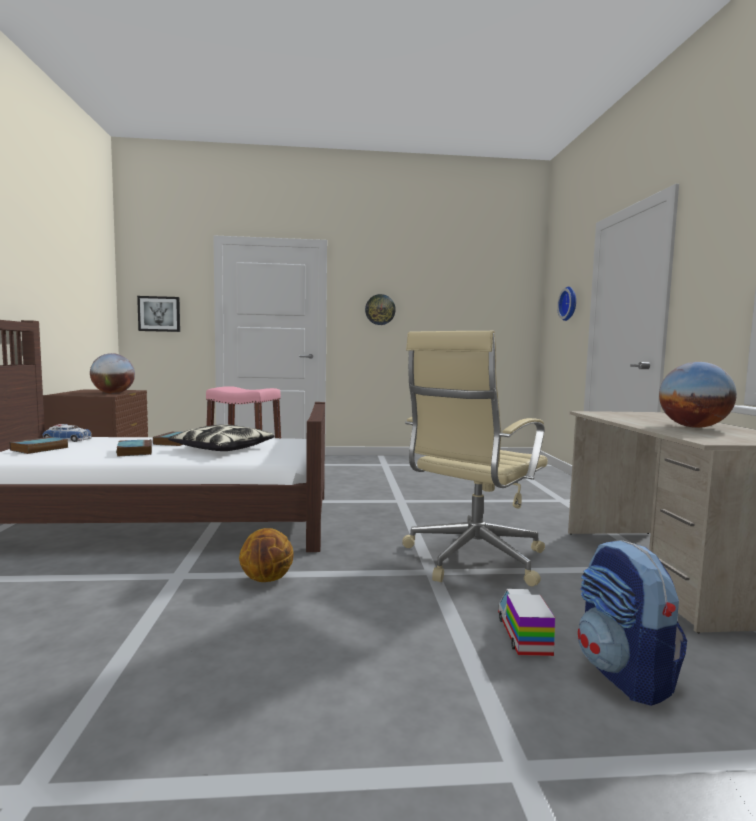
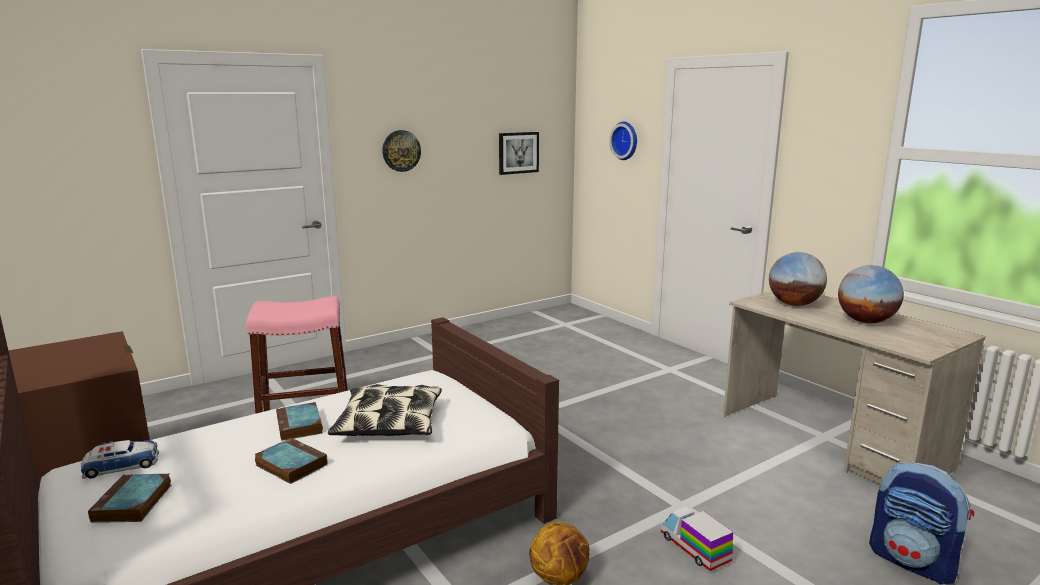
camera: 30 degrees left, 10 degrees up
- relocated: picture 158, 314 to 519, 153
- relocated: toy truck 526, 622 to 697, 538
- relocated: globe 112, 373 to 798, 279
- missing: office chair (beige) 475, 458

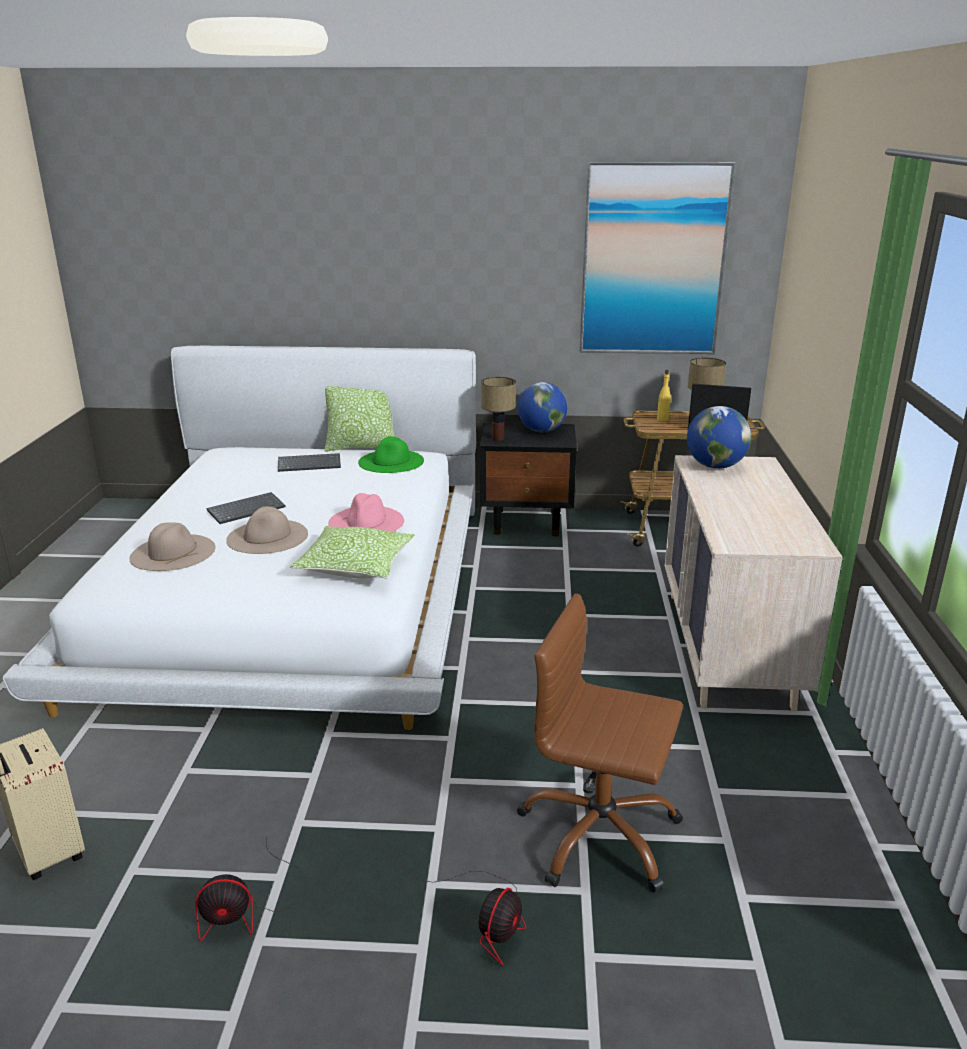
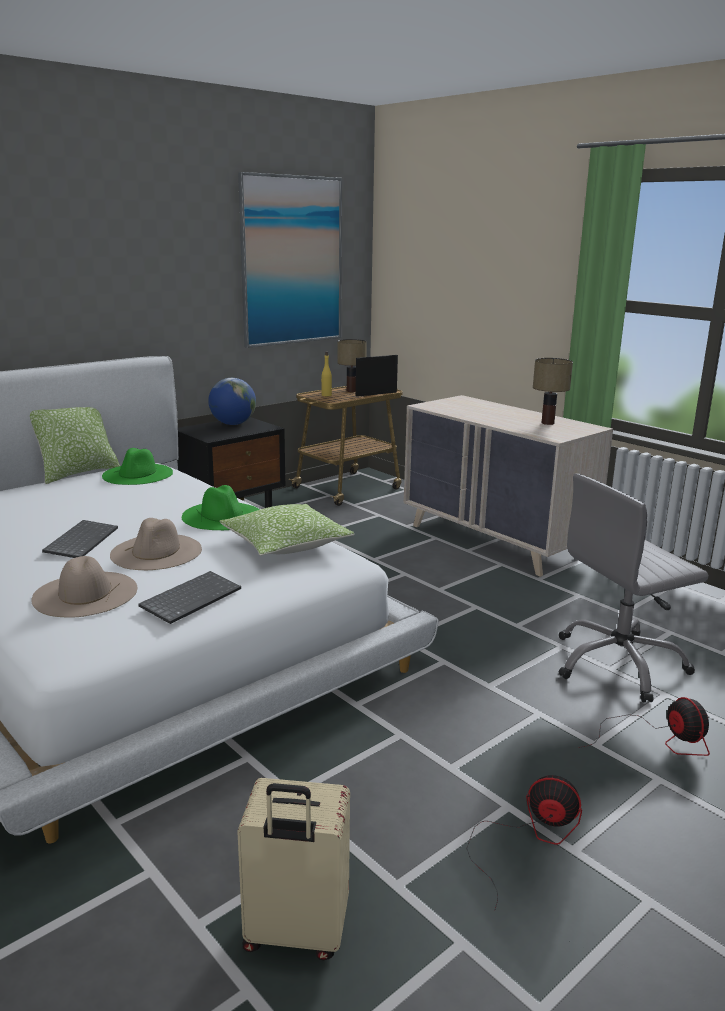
camera: 45 degrees left, 5 degrees down
- relocated: keyboard 309, 462 to 189, 597
- colour: hat (pink) 366, 512 to hat (green) 221, 507
- spun: fan 249, 889 = 524, 843 105 degrees counterclockwise
- relocated: table lamp 498, 409 to 553, 391
- colour: office chair (brown) 600, 742 to office chair (grey) 633, 587
- missing: globe 719, 437

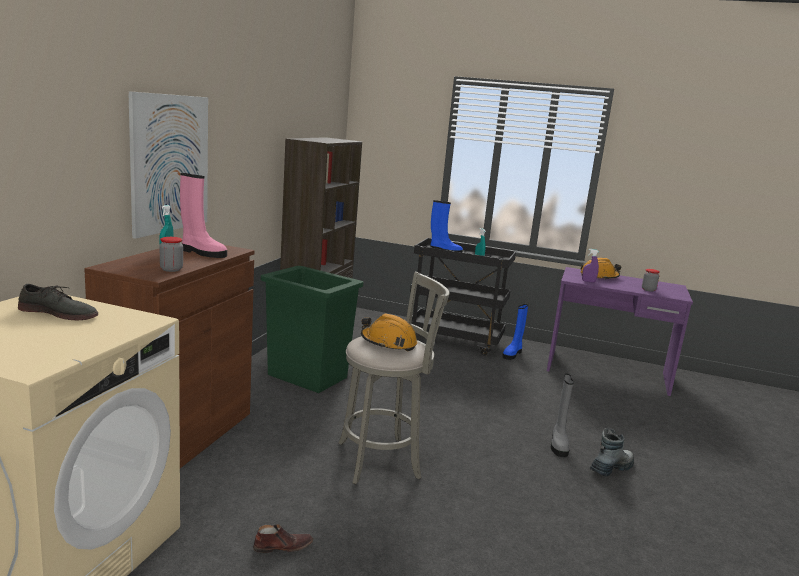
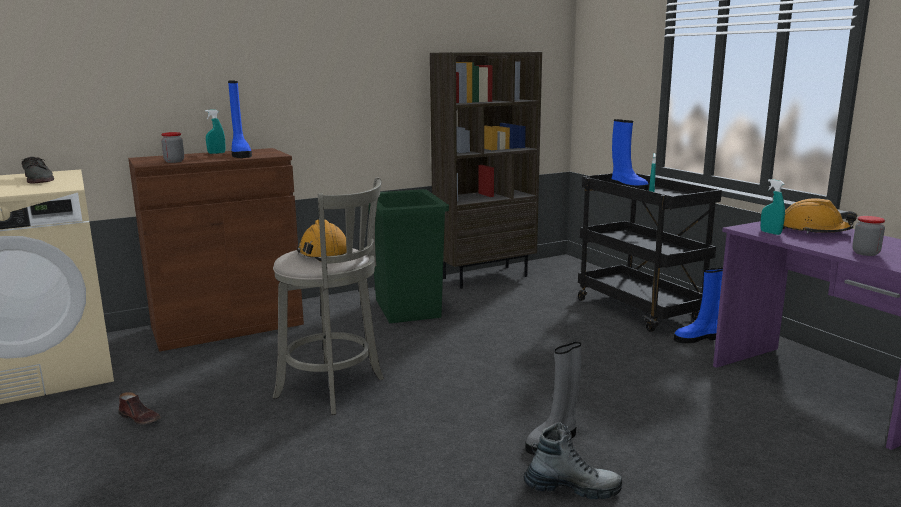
camera: 45 degrees right, 0 degrees up
- colour: boot (pink) 203, 215 to boot (blue) 240, 119
- colour: spray bottle (purple) 590, 266 to spray bottle (turquoise) 773, 207
- missing: picture 168, 165

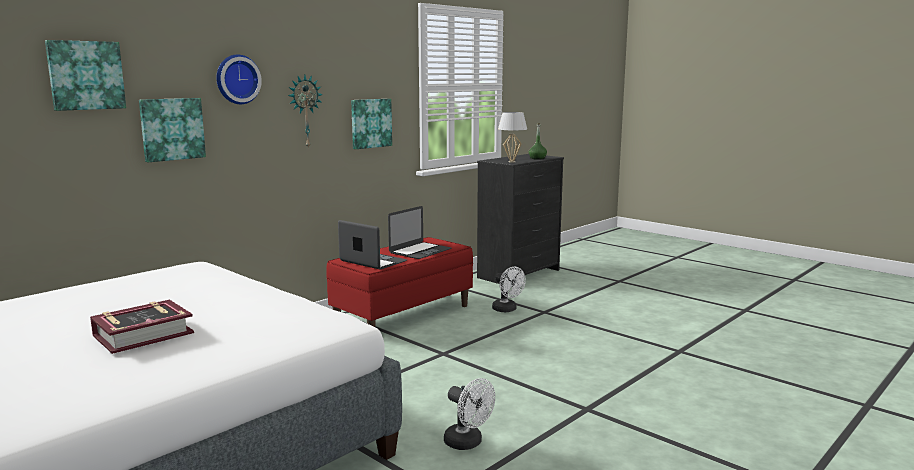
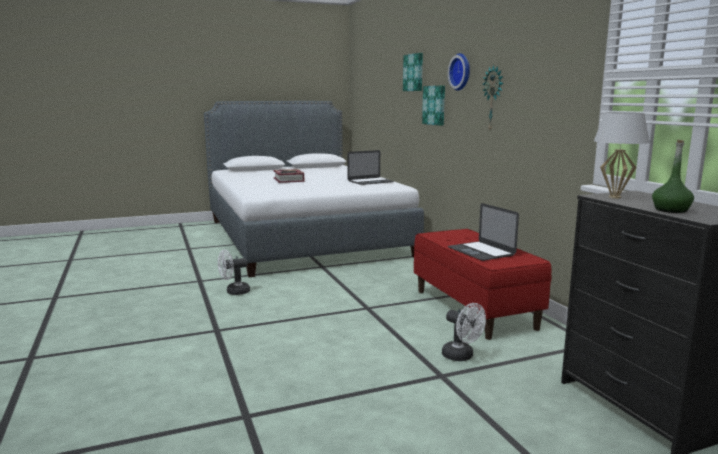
camera: 115 degrees right, 0 degrees up
- relocated: laptop 372, 244 to 370, 167
- spun: fan (white) 509, 289 = 464, 332 120 degrees counterclockwise
- missing: picture 371, 124

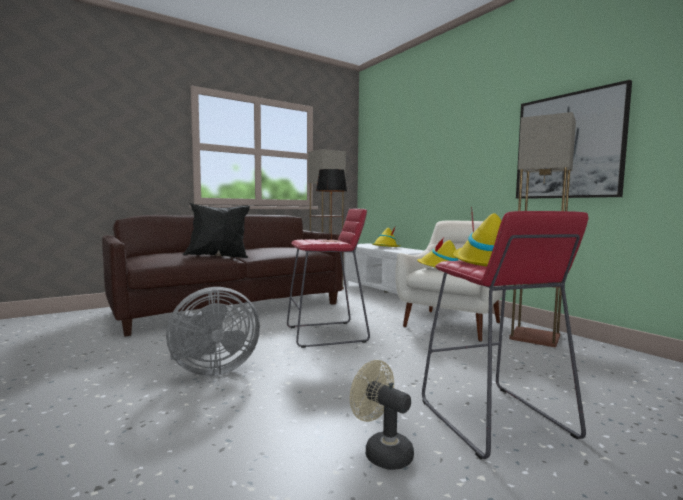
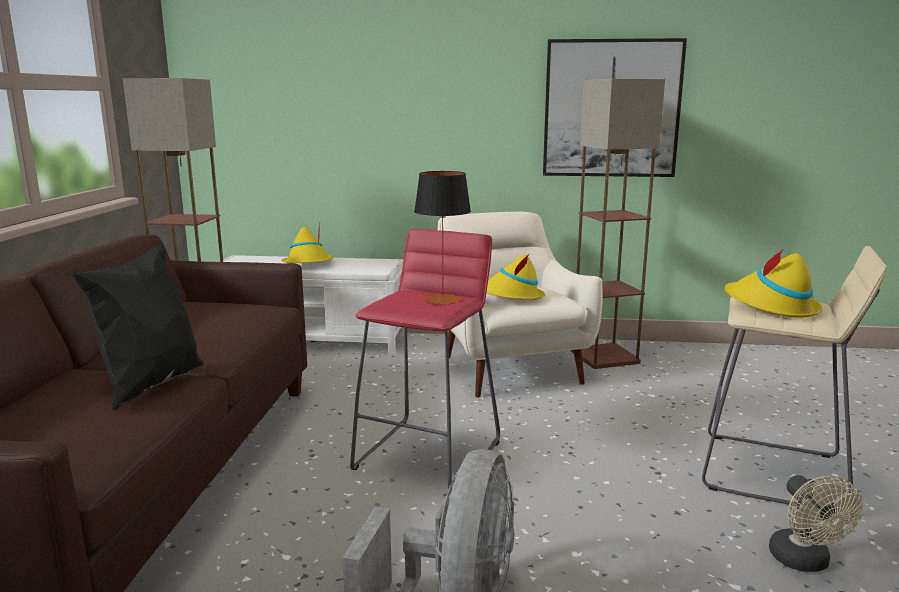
camera: 50 degrees left, 10 degrees up
- colour: stool (red) 505, 335 to stool (beige) 794, 376
- spun: fan (beige) 382, 415 = 816, 523 90 degrees counterclockwise

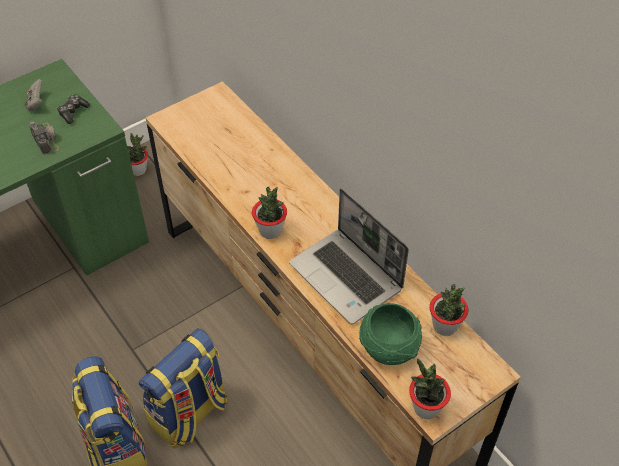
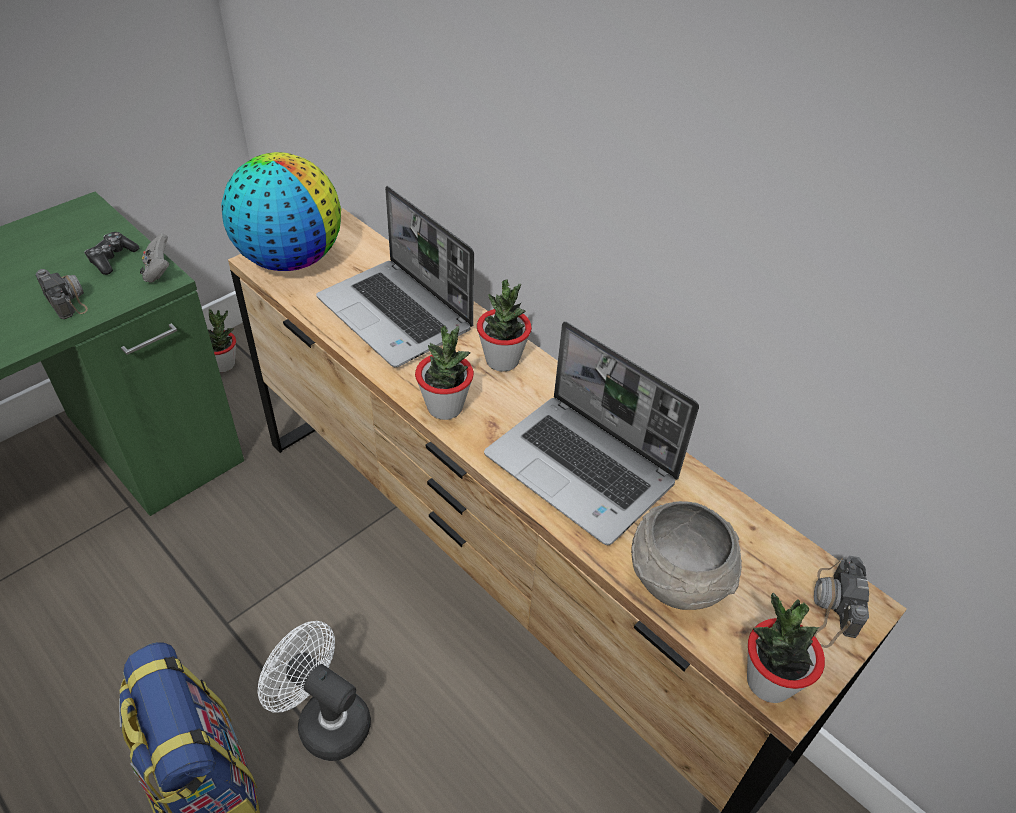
camera: 10 degrees left, 5 degrees down
- relocated: game controller (grey) 34, 95 to 154, 258
- appeared: globe 281, 211
- exchanged: backpack 182, 388 to fan (white) 314, 691
- appeared: laptop 395, 276
- relocated: potted plant 449, 310 to 504, 325
- colour: bowl (green) 390, 334 to bowl (grey) 686, 555
- appeared: photo camera 841, 602

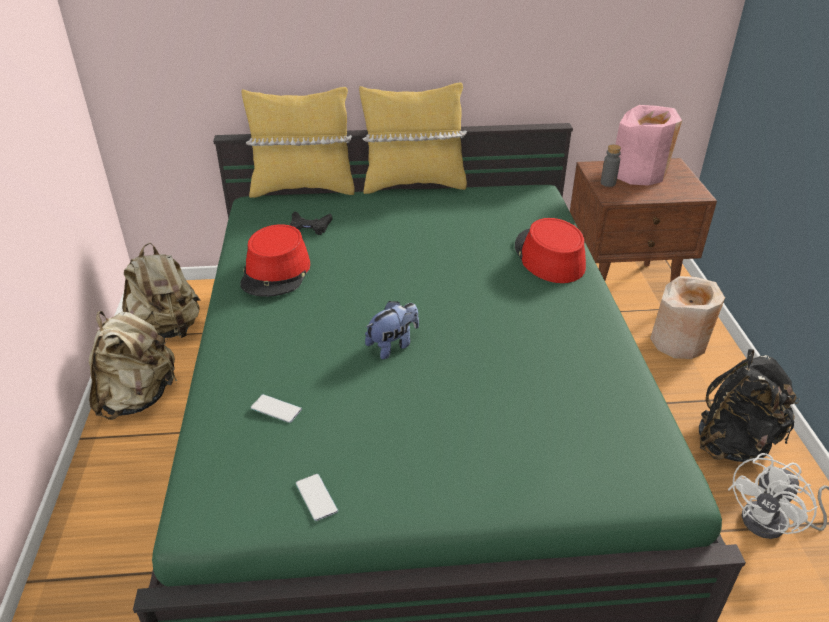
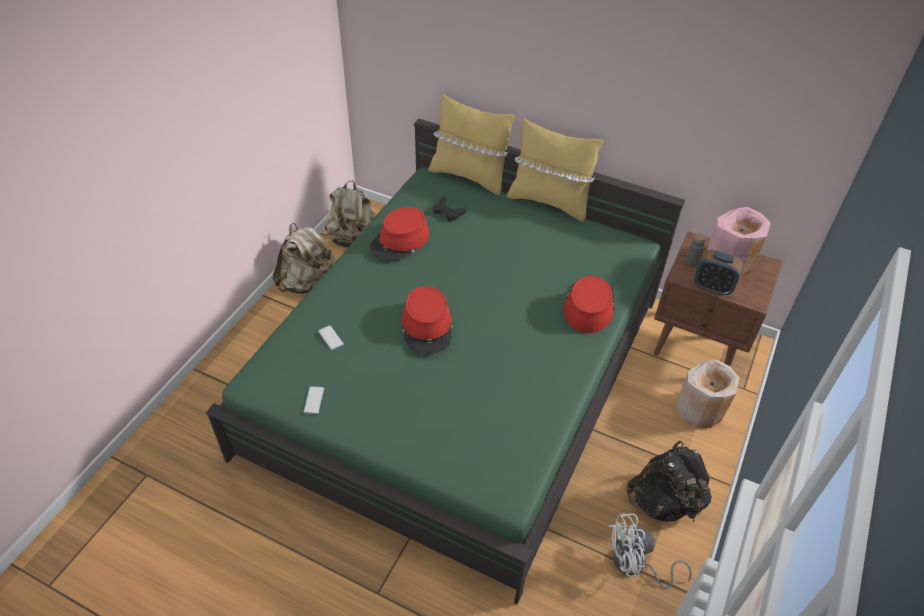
camera: 30 degrees right, 10 degrees up
- exchanged: plush toy 392, 330 to hat (red) 426, 320
- appeared: alarm clock 718, 273

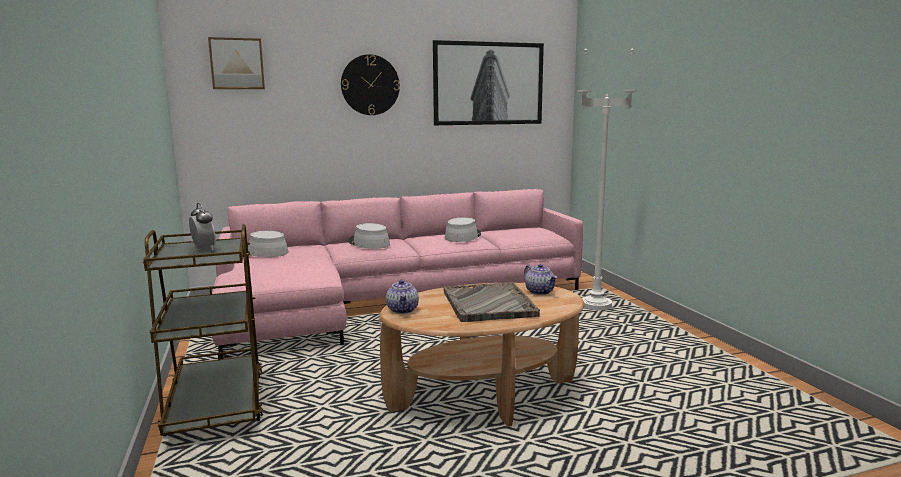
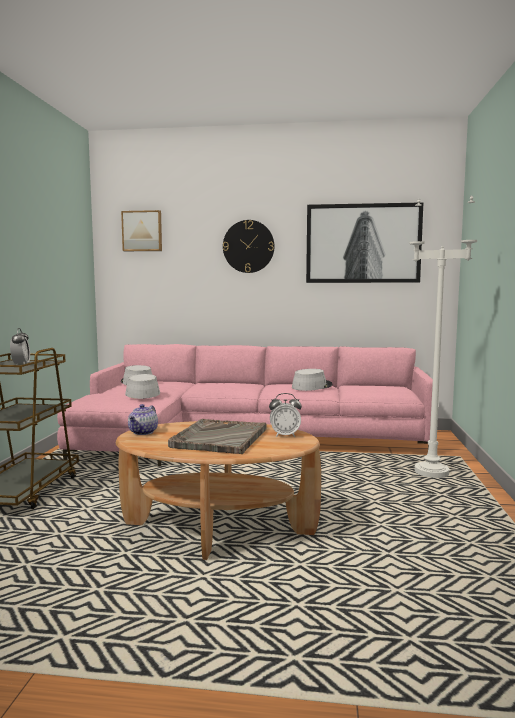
camera: 25 degrees right, 5 degrees down
- relocated: hat (grey) 369, 236 to 142, 386
- exchanged: teapot 540, 279 to alarm clock 285, 415

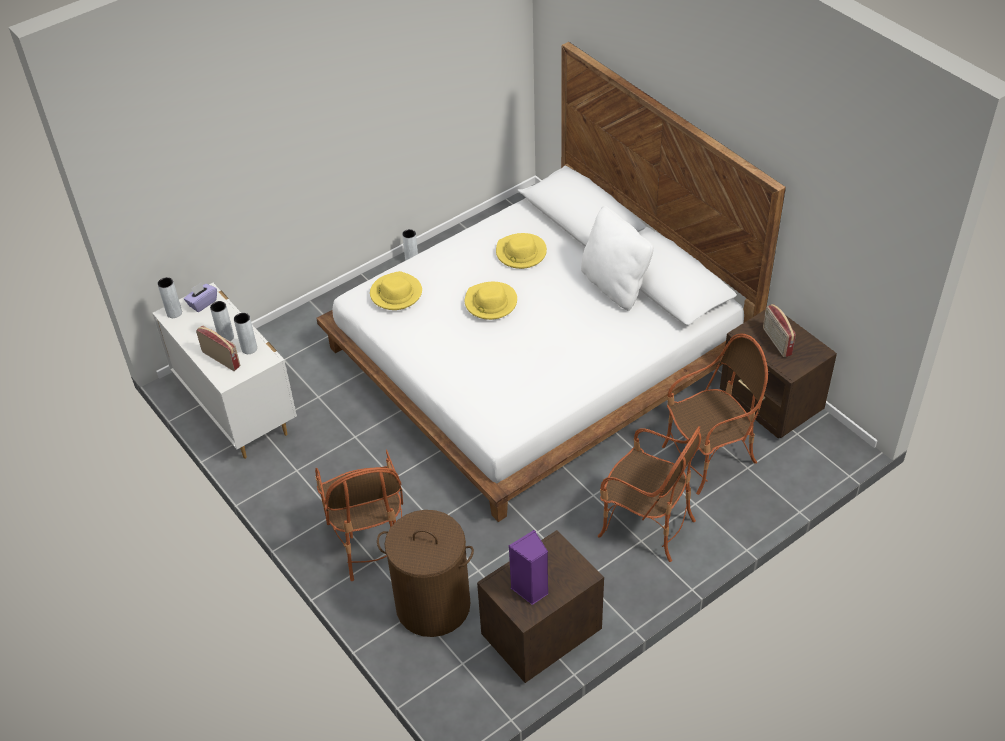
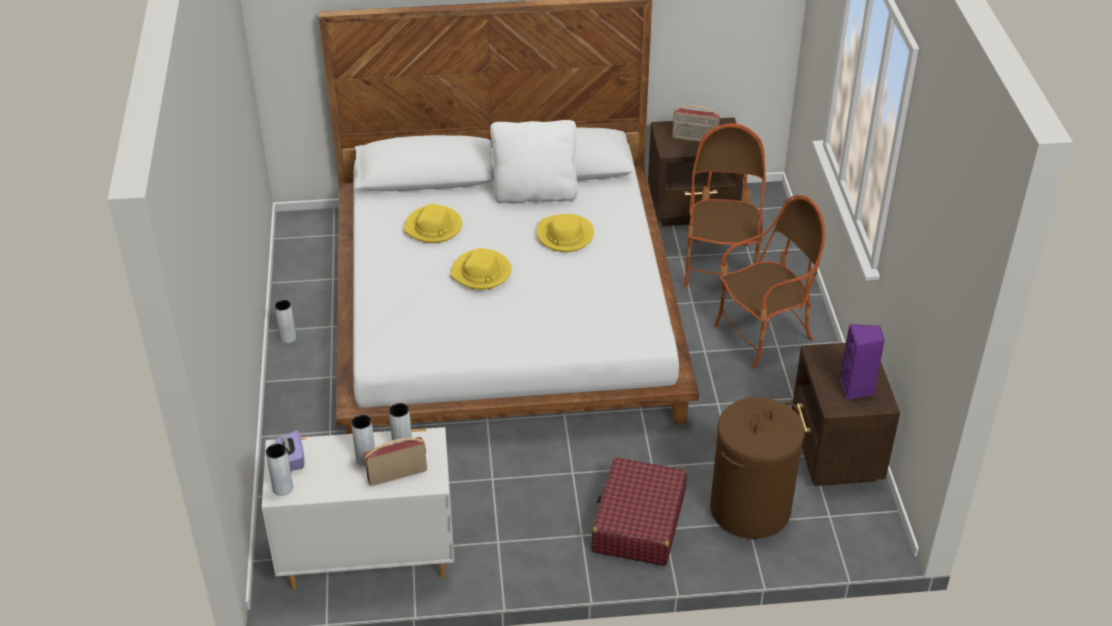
camera: 60 degrees left, 5 degrees down
- relocated: hat (yellow) 396, 290 to 565, 233
- exchanged: armchair 359, 515 to suitcase (red) 639, 511

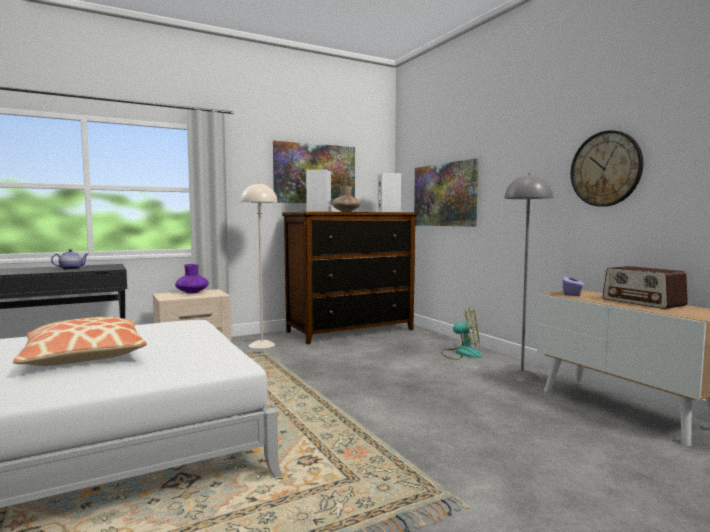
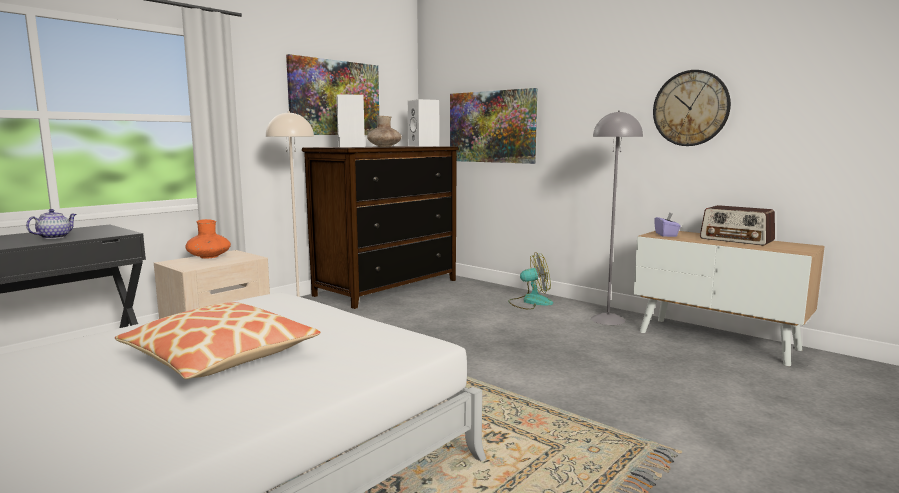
camera: 20 degrees left, 5 degrees up
- colour: vase (purple) 192, 278 to vase (orange) 208, 239

